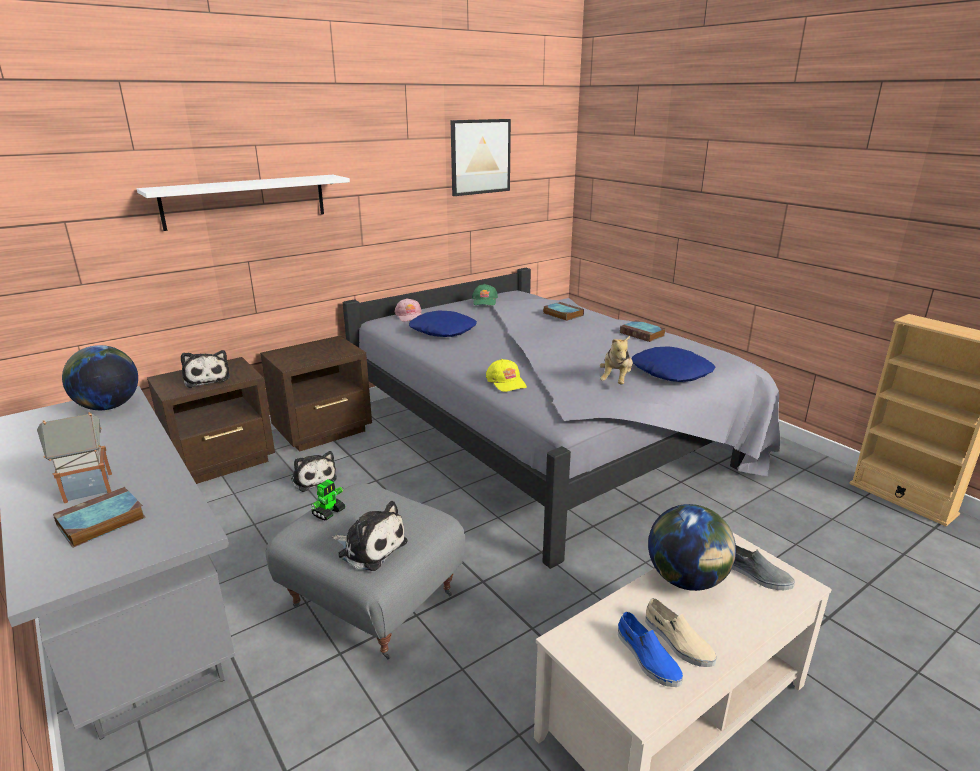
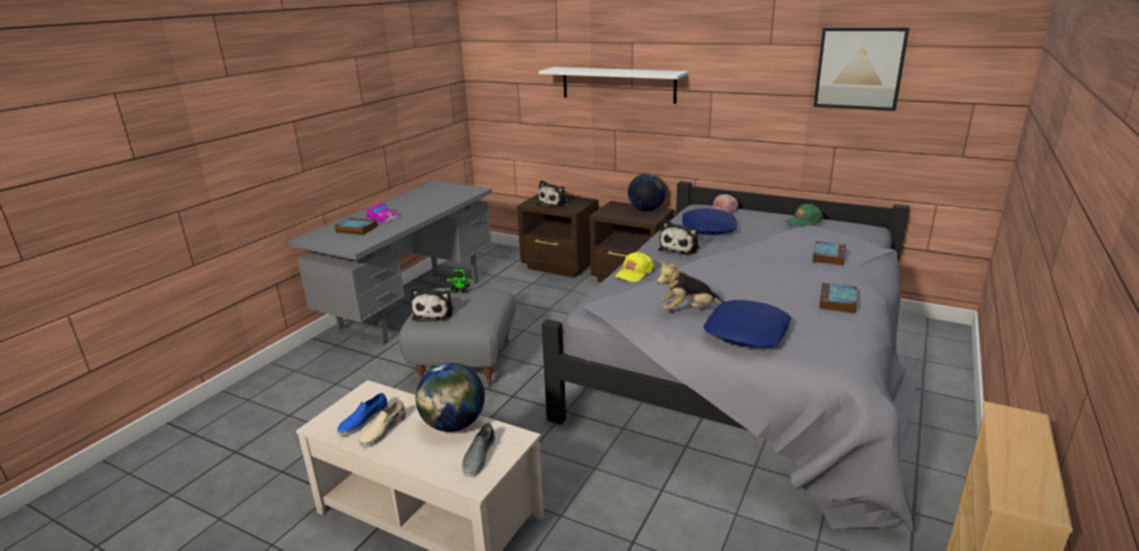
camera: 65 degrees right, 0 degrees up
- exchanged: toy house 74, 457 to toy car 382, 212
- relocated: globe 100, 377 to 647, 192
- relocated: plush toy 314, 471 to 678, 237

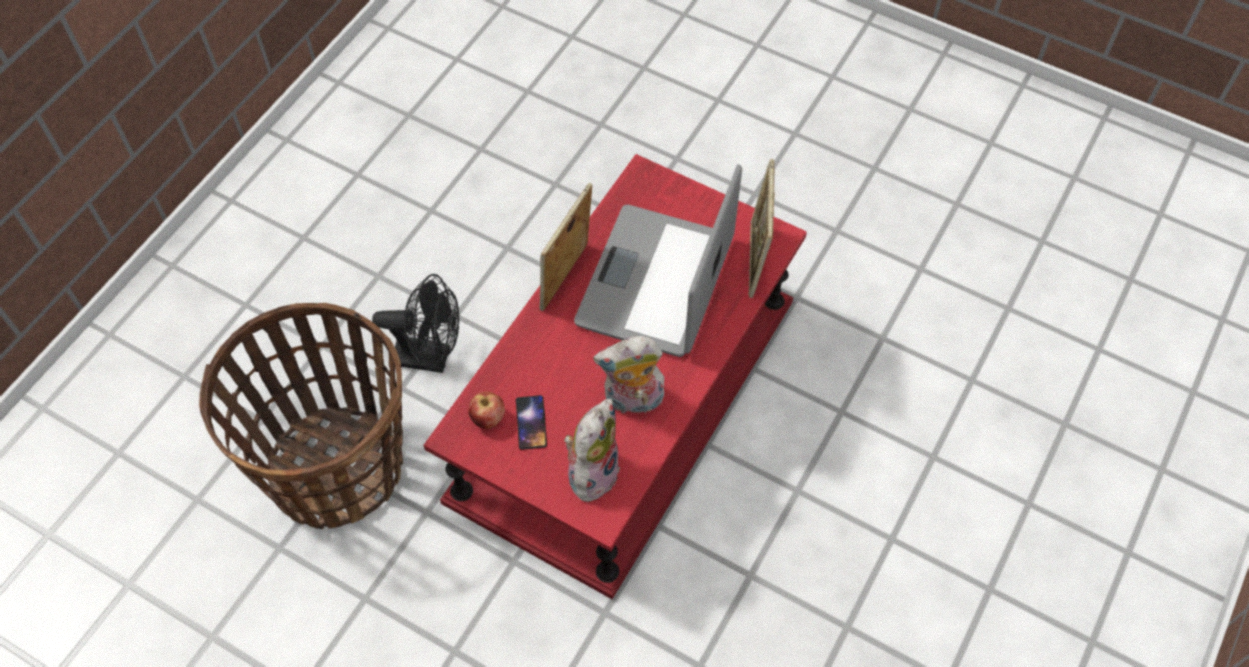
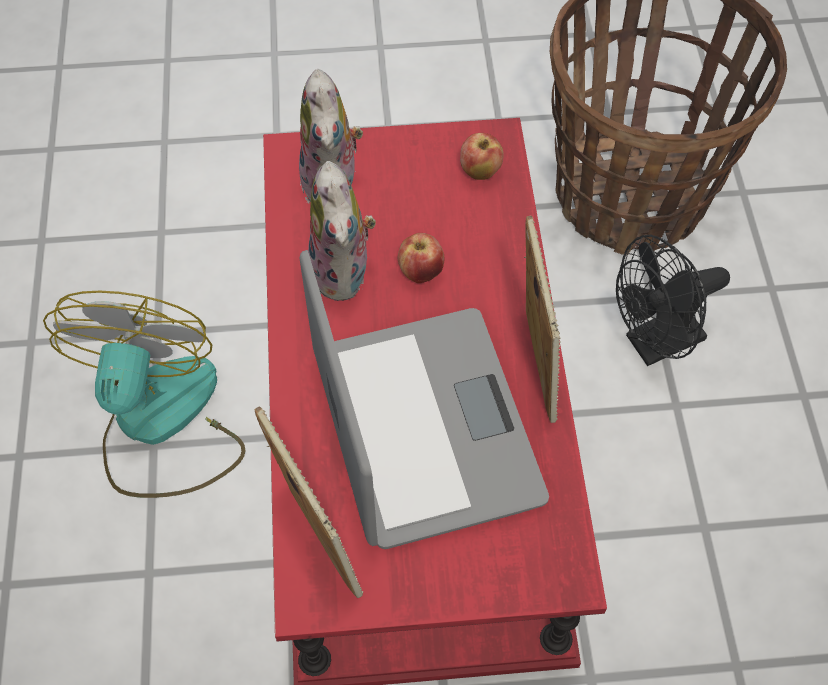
camera: 145 degrees right, 0 degrees up
- appeared: fan 144, 394
- spun: plush toy 628, 376 = 342, 231 120 degrees clockwise
- appeared: apple 421, 258
- missing: phone 531, 422

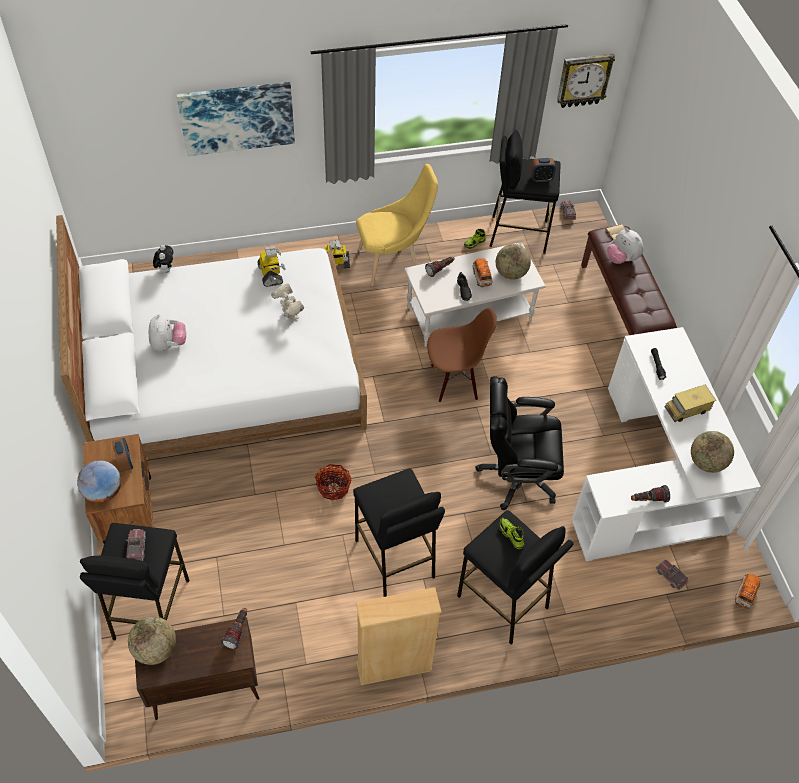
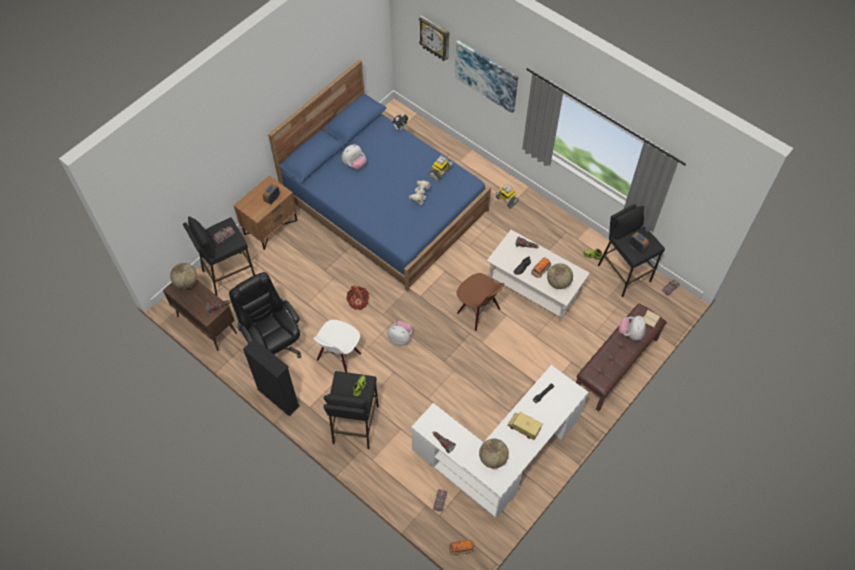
camera: 55 degrees right, 5 degrees up
- relocated: office chair (black) 519, 443 to 265, 315
- colour: bookcase (beige) 398, 636 to bookcase (black) 271, 377
- colour: bed (white) 211, 336 to bed (blue) 379, 175
- exchanged: stool (black) 399, 532 to chair (white) 337, 346
- appeared: plush toy 400, 333
- relocated: wall clock 586, 80 to 434, 38
- missing: globe 99, 481
- missing: chair (yellow) 397, 225

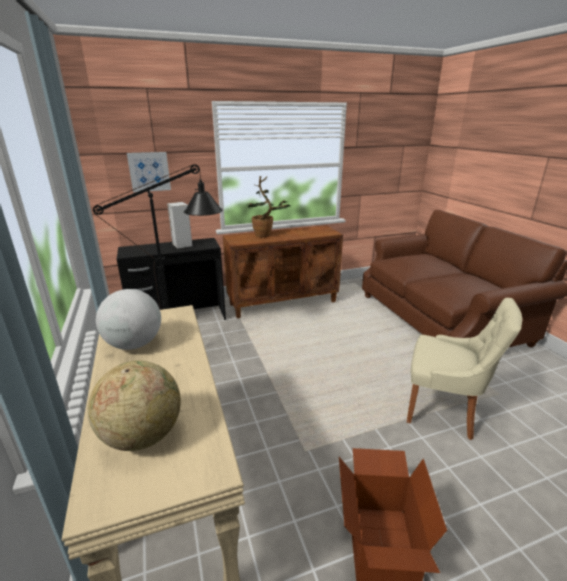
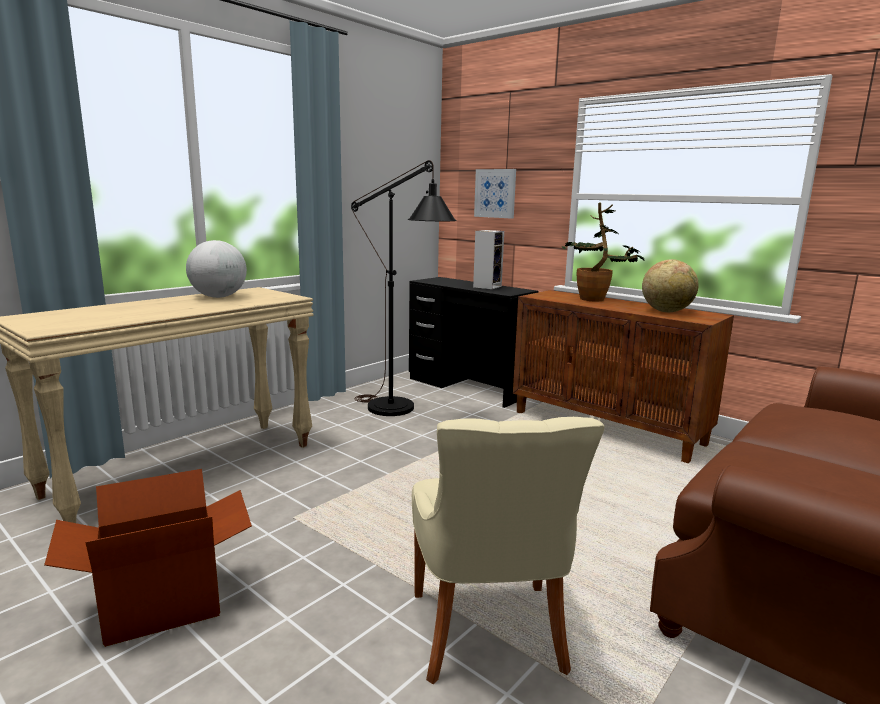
camera: 60 degrees right, 10 degrees down
- relocated: globe 134, 405 to 670, 285

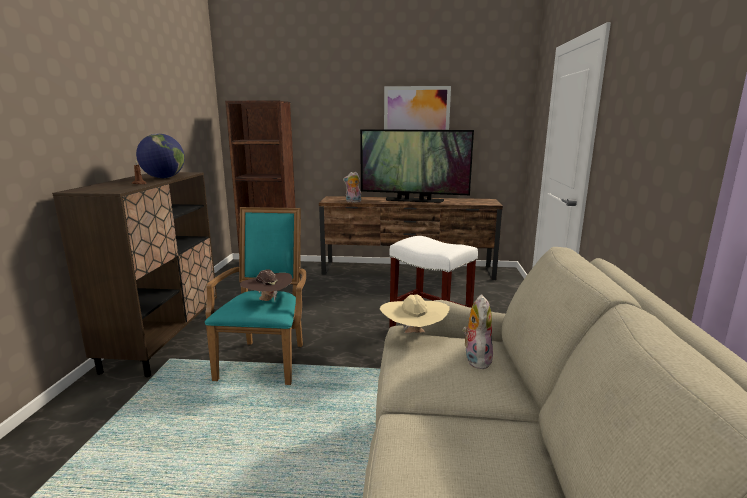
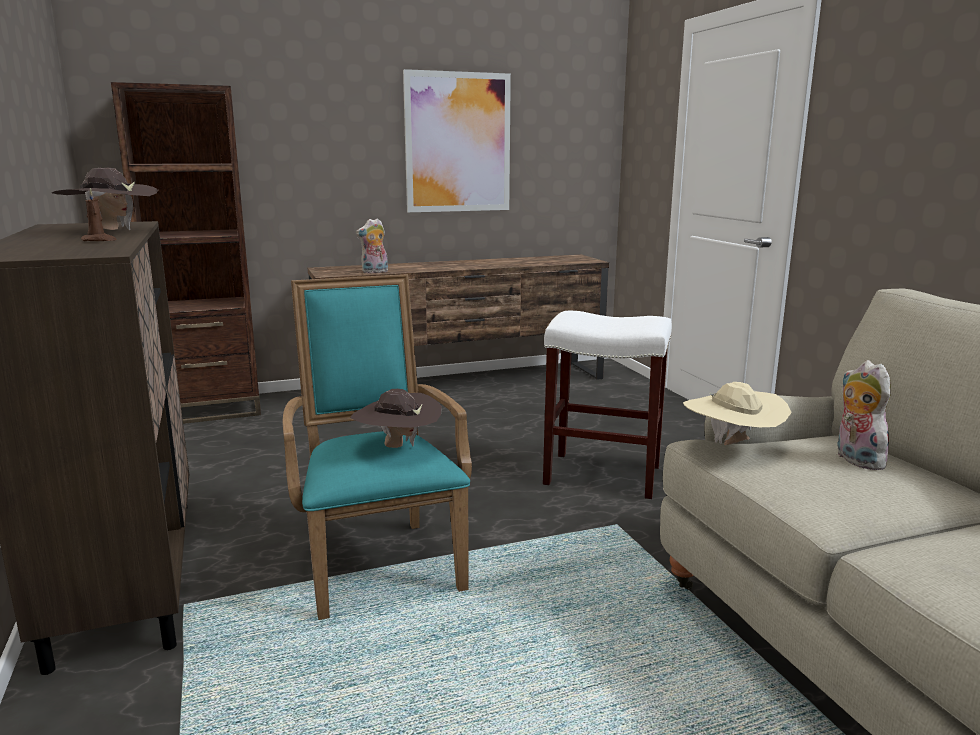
camera: 25 degrees left, 0 degrees up
- exchanged: globe 160, 156 to hat (brown) 105, 199
- missing: television 417, 166

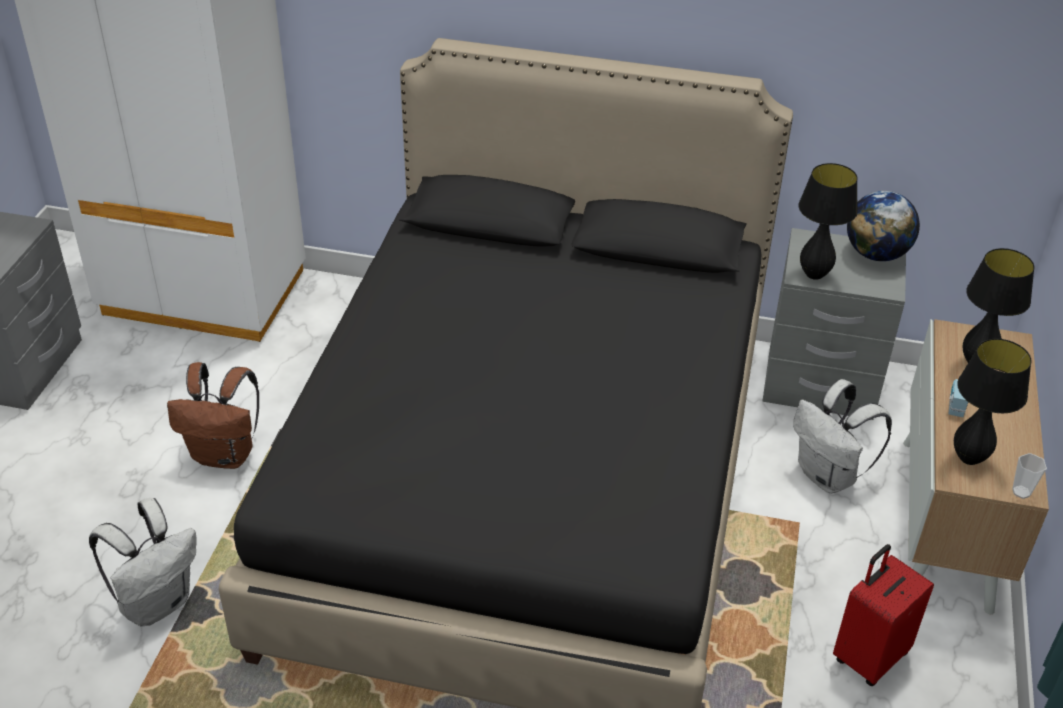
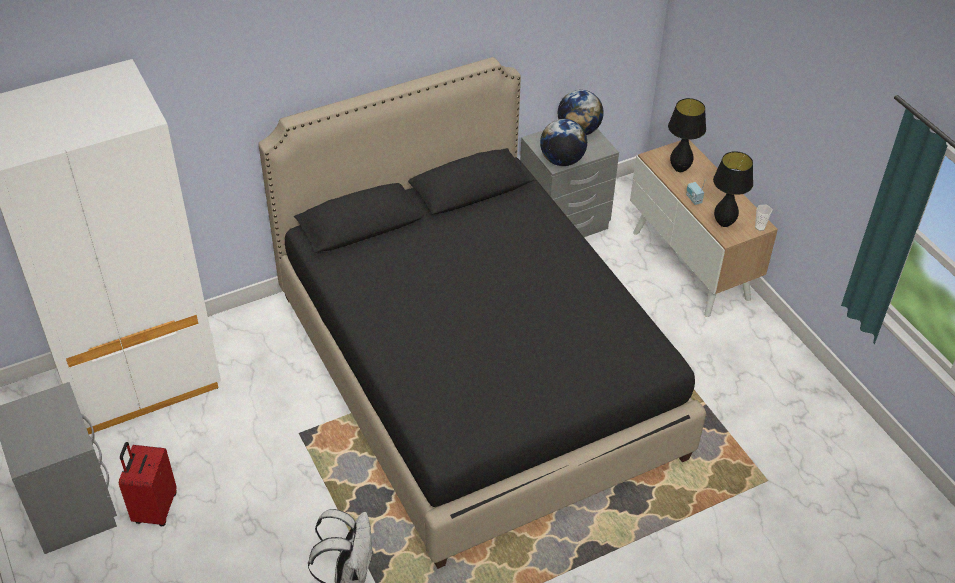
camera: 40 degrees left, 5 degrees up
- relocated: suitcase (red) 883, 615 to 147, 484
- exchanged: table lamp (black) 828, 221 to globe 563, 142
- missing: backpack (brown) 213, 415
- missing: backpack (white) 842, 436

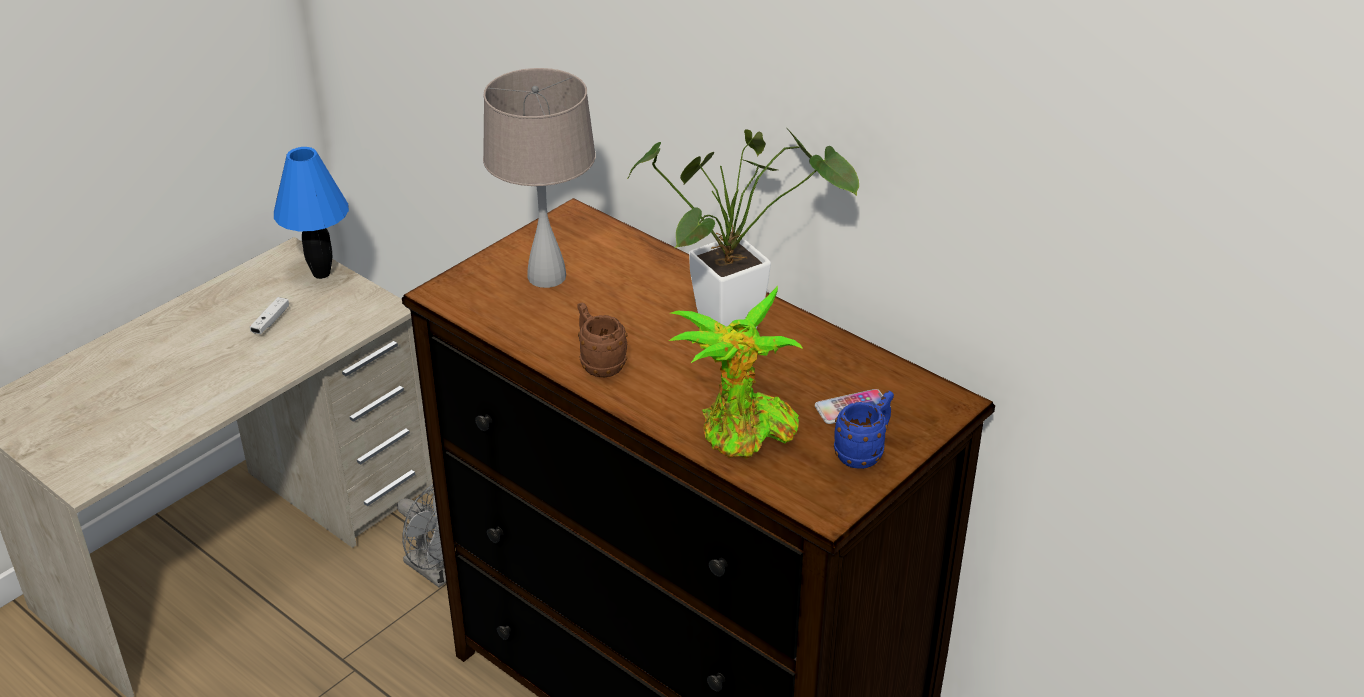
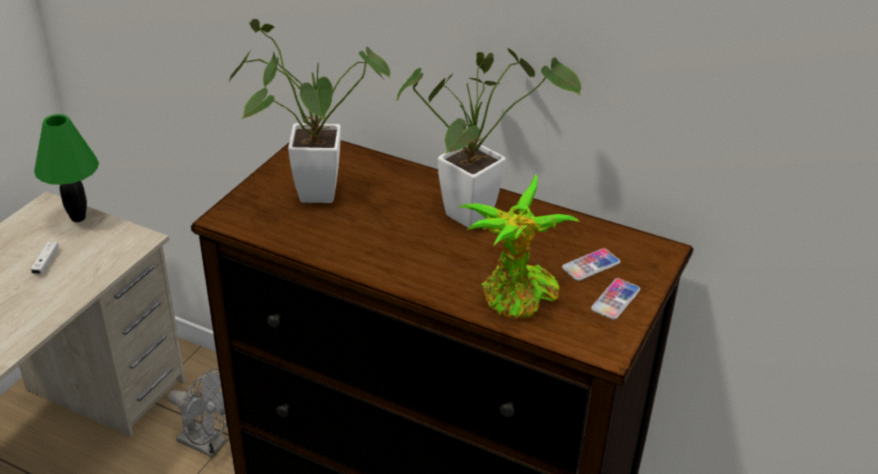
camera: 15 degrees left, 0 degrees up
- colour: table lamp (blue) 311, 213 to table lamp (green) 66, 168
- exchanged: table lamp (beige) 539, 178 to potted plant 309, 111
- exchanged: mug (blue) 863, 430 to phone 615, 299
- missing: mug (brown) 602, 339

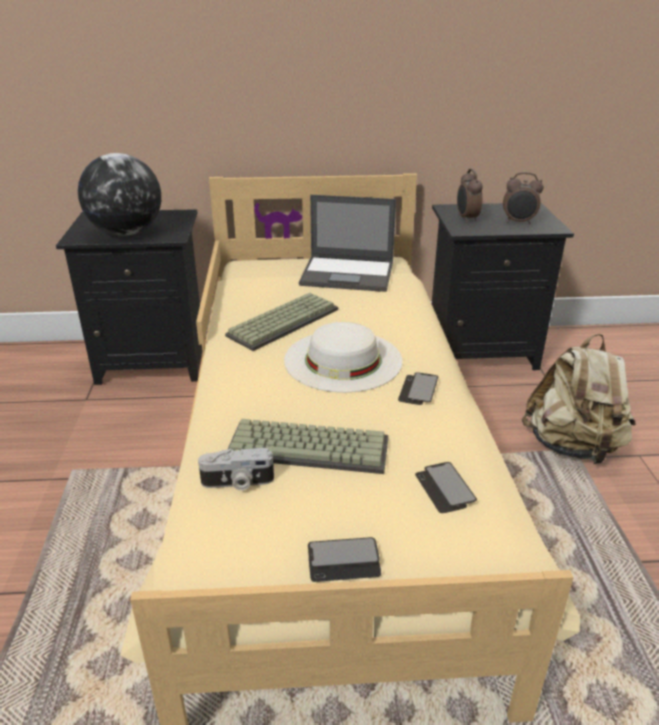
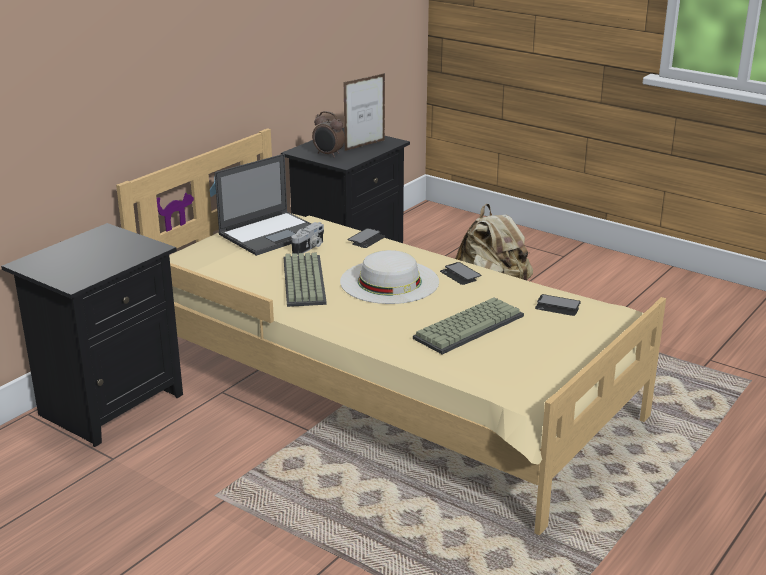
camera: 50 degrees left, 5 degrees down
- relocated: photo camera 236, 469 to 308, 238
- exchanged: alarm clock 523, 198 to picture frame 364, 112
- relocated: phone 344, 559 to 366, 238
- missing: globe 119, 194

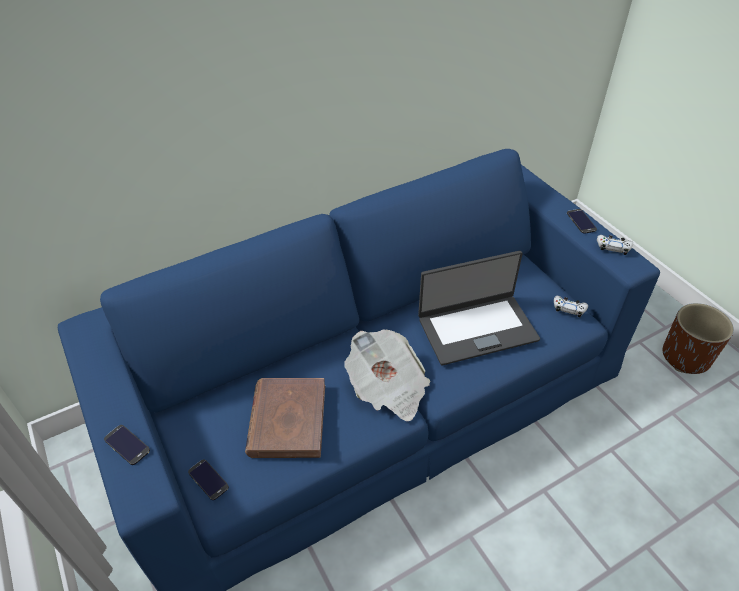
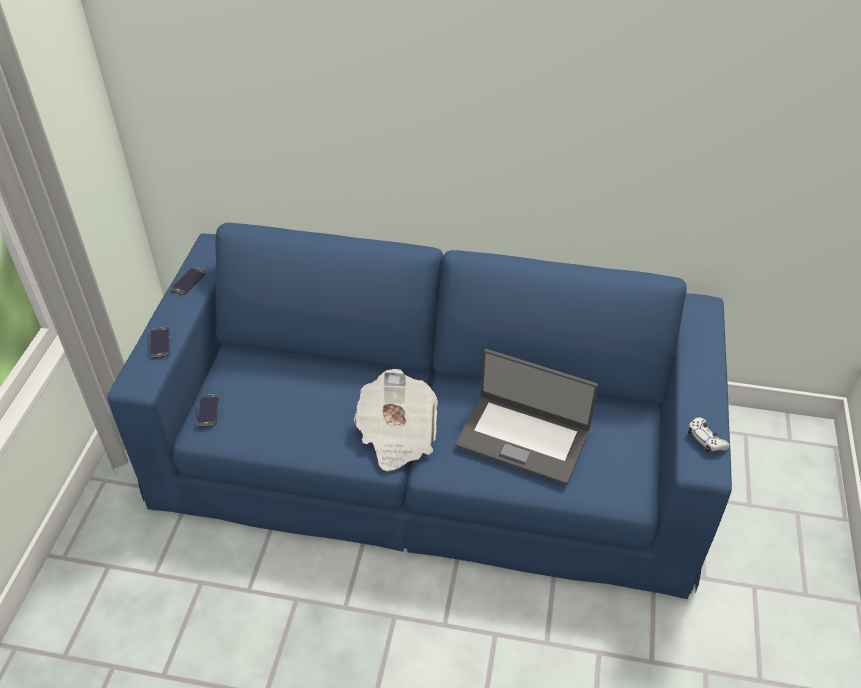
camera: 40 degrees right, 0 degrees up
- relocated: phone 582, 221 to 188, 281
- missing: book (brown) 285, 418
- missing: game controller (white) 571, 306
- missing: planter (brown) 698, 338

